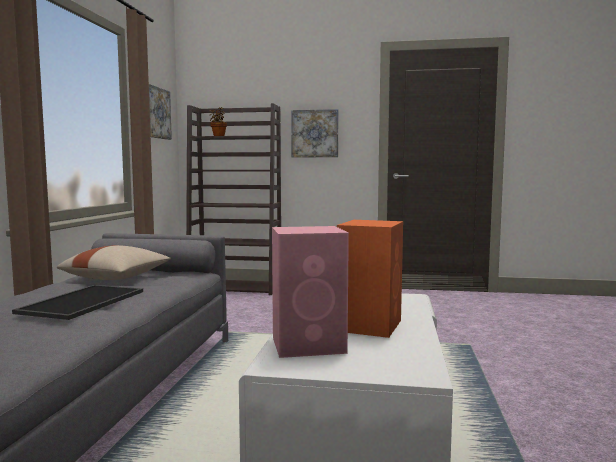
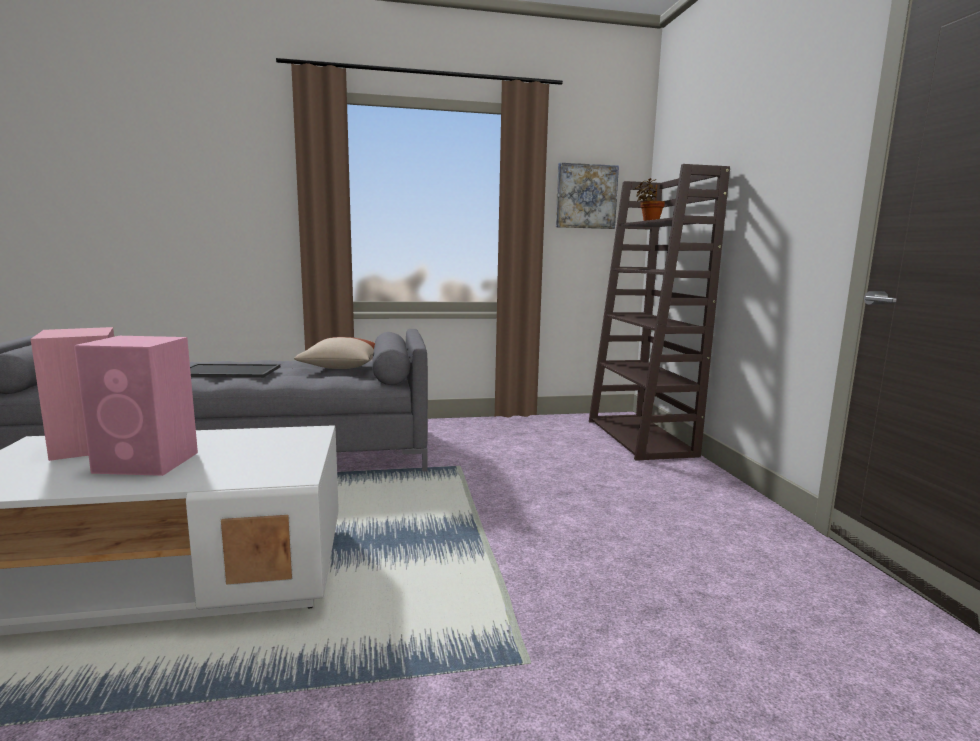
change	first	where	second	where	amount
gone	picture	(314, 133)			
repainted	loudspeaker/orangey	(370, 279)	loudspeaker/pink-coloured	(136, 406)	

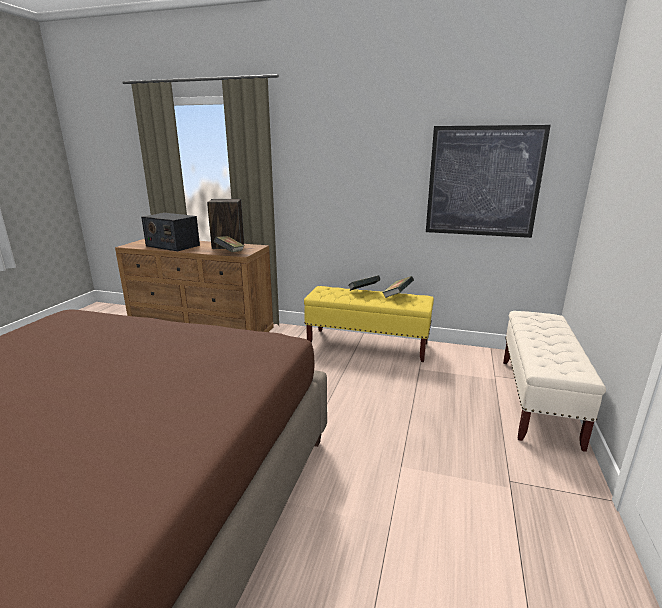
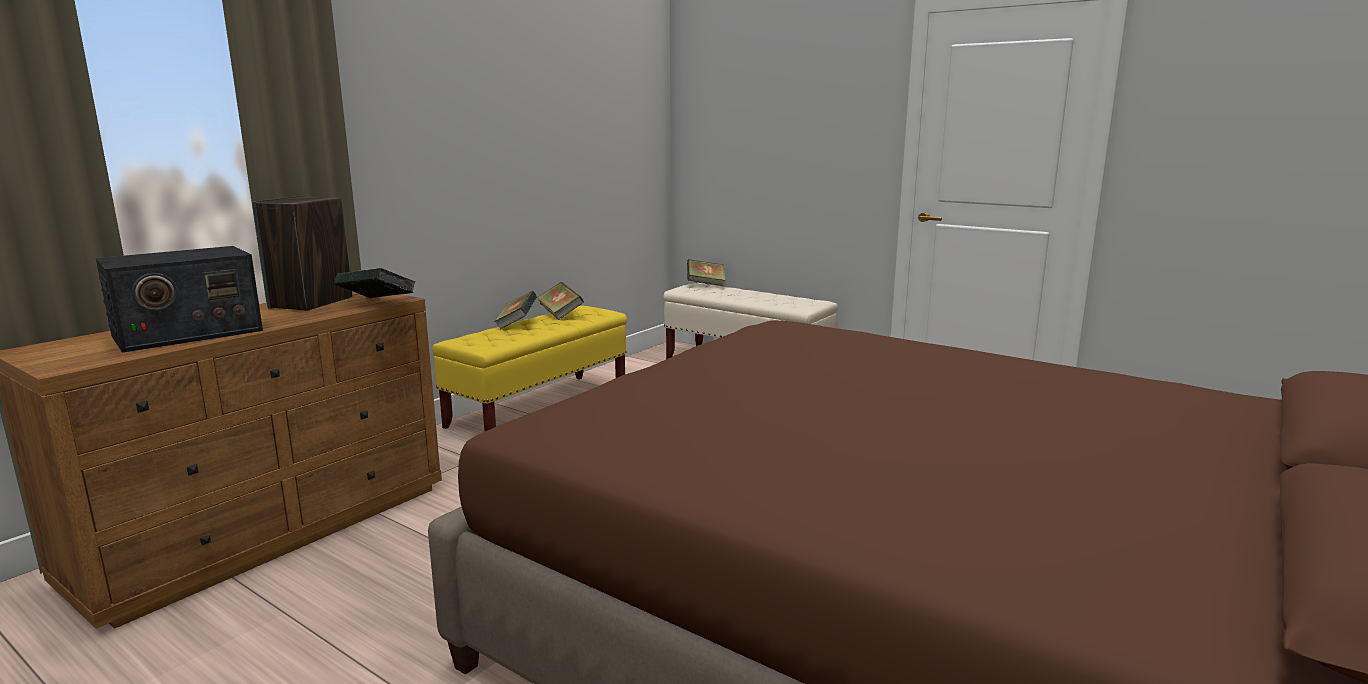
change	first	where	second	where	amount
gone	picture	(488, 181)			
new			book	(706, 272)	

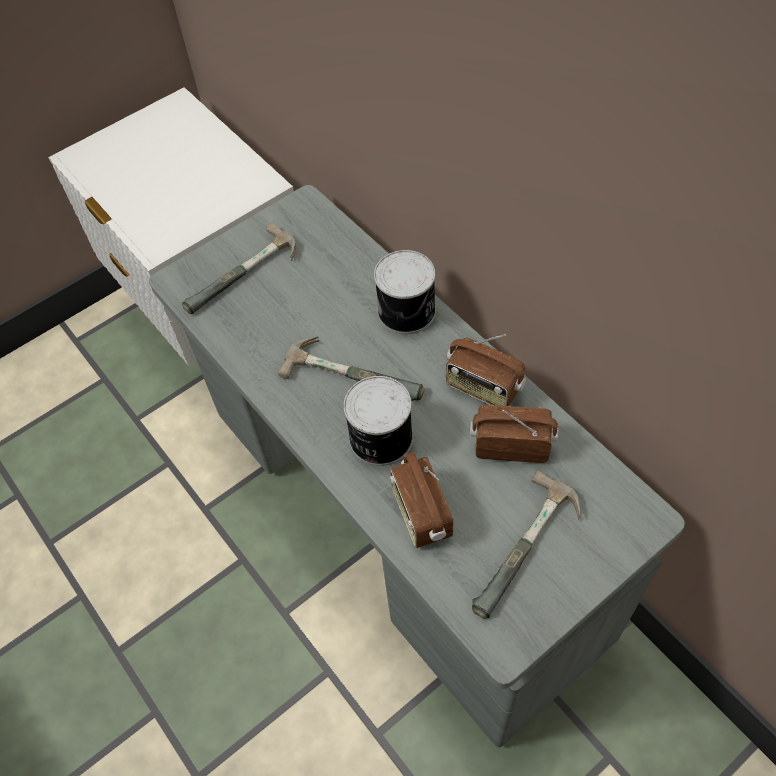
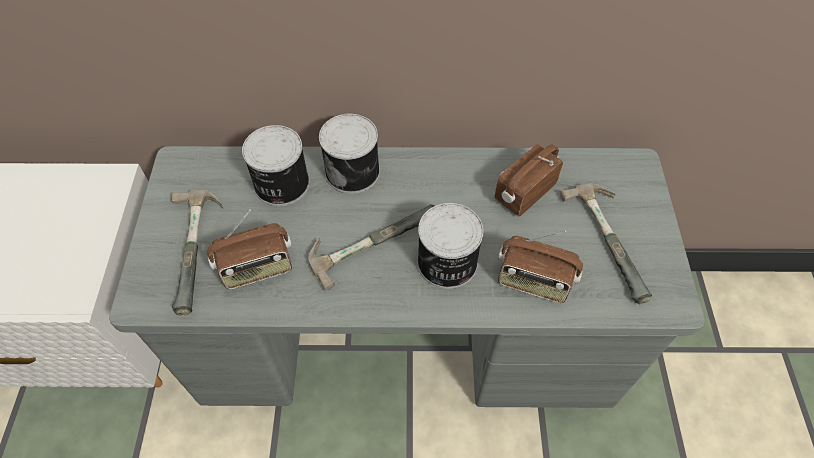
change	first	where	second	where	amount
shifted	radio	(486, 370)		(249, 249)	
new			metal can	(276, 165)	

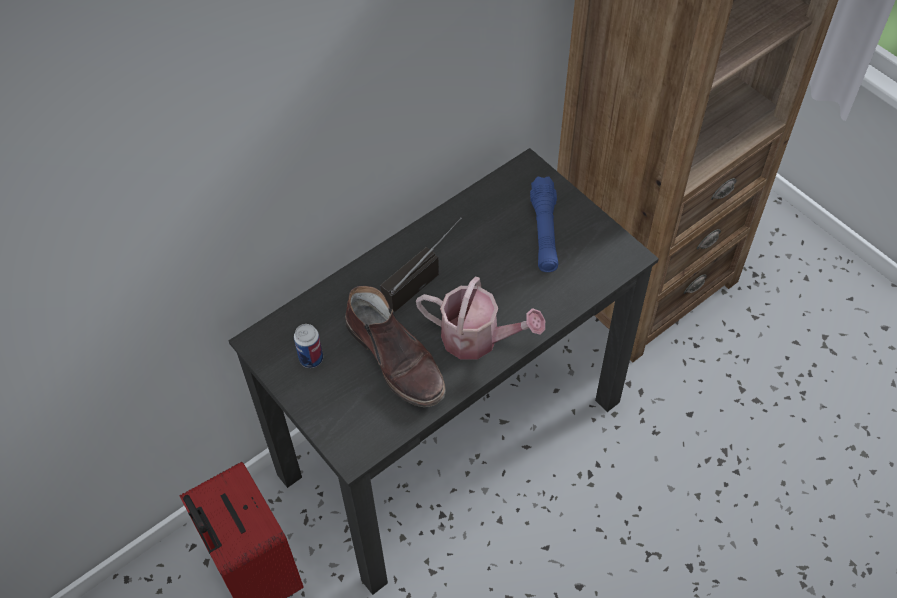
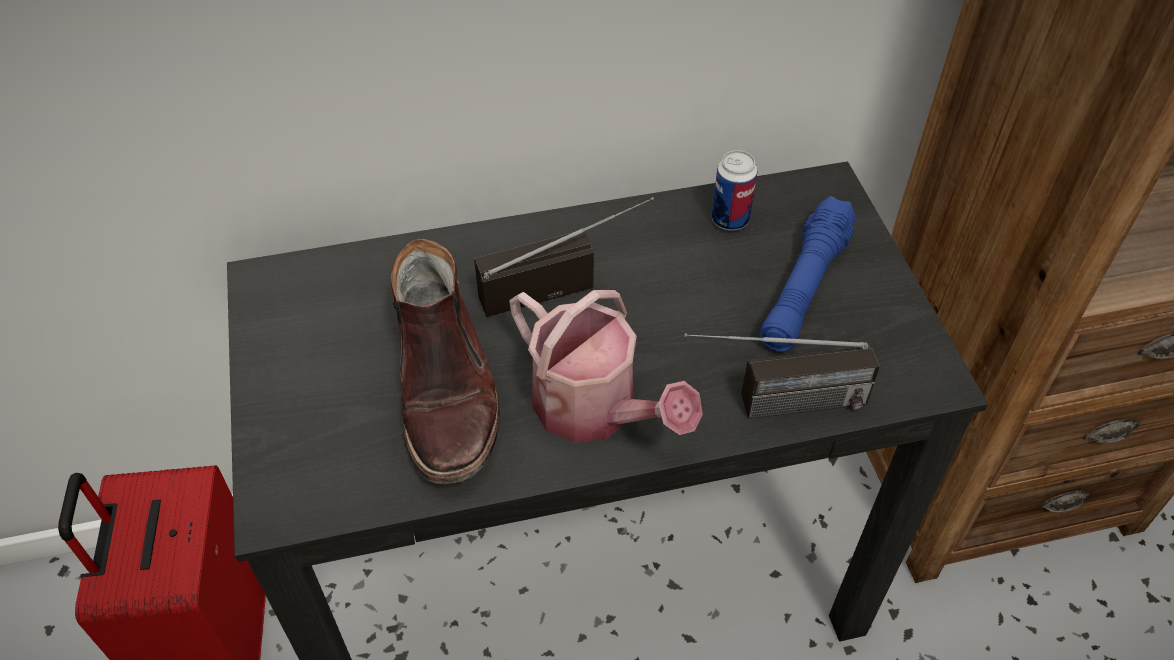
change	first	where	second	where	amount
shifted	metal can	(308, 346)		(735, 190)	
new			radio	(782, 376)	

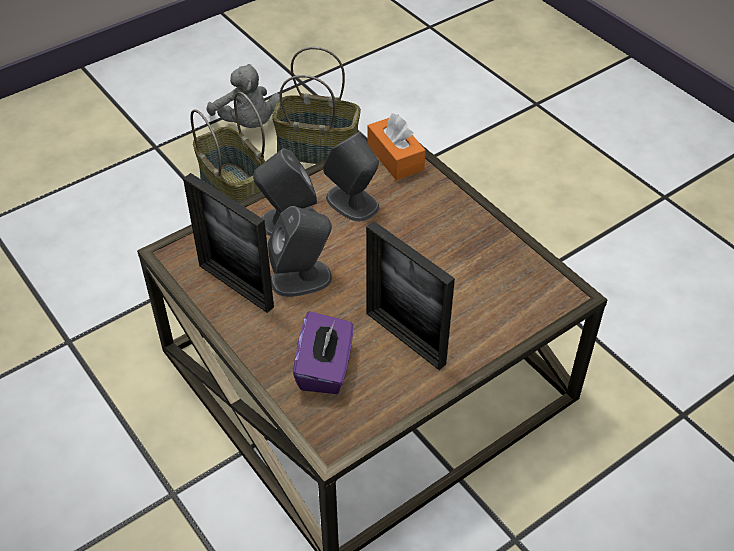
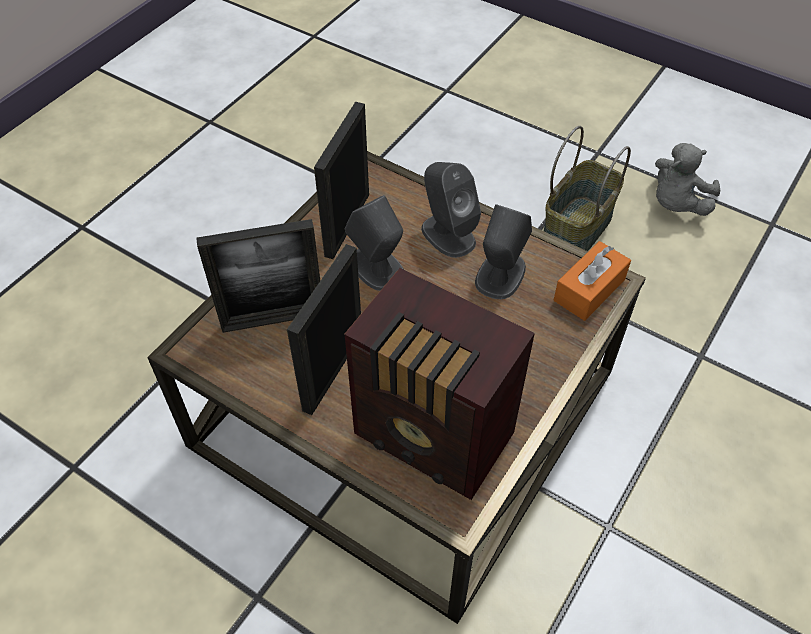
change	first	where	second	where	amount
gone	storage basket	(316, 105)			
swapped	box of tissues/purple	(323, 352)	picture frame	(258, 276)	
new			radio	(440, 384)	

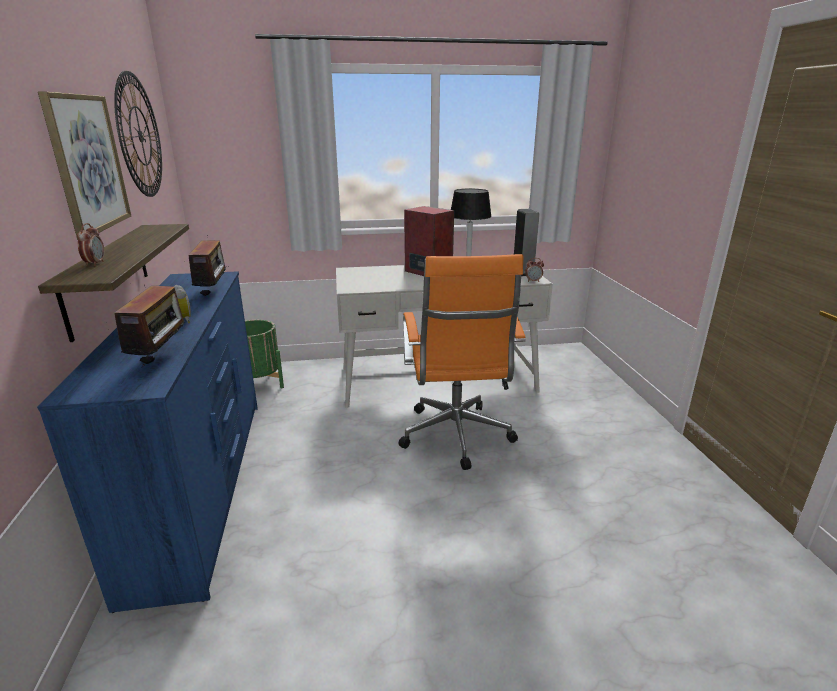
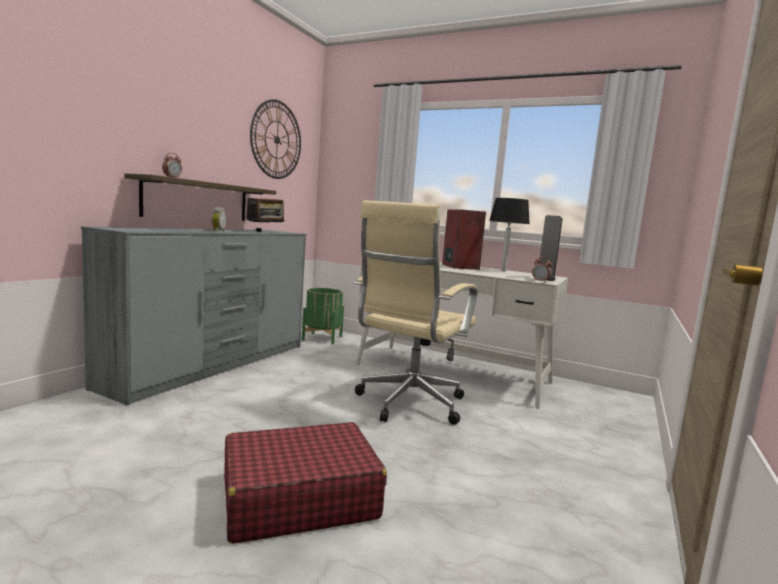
change	first	where	second	where	amount
gone	picture	(84, 166)			
repainted	computer chair/orangey	(462, 362)	computer chair/beige	(416, 312)	
repainted	drawer chest/bluish	(147, 442)	drawer chest/greyish	(194, 316)	
gone	radio	(147, 326)			
new			travel case/reddish	(305, 483)	

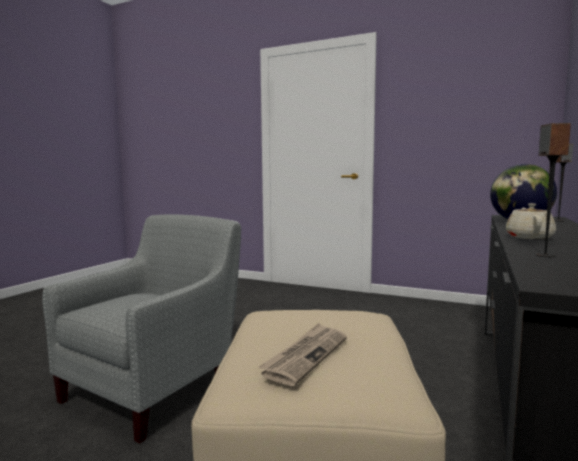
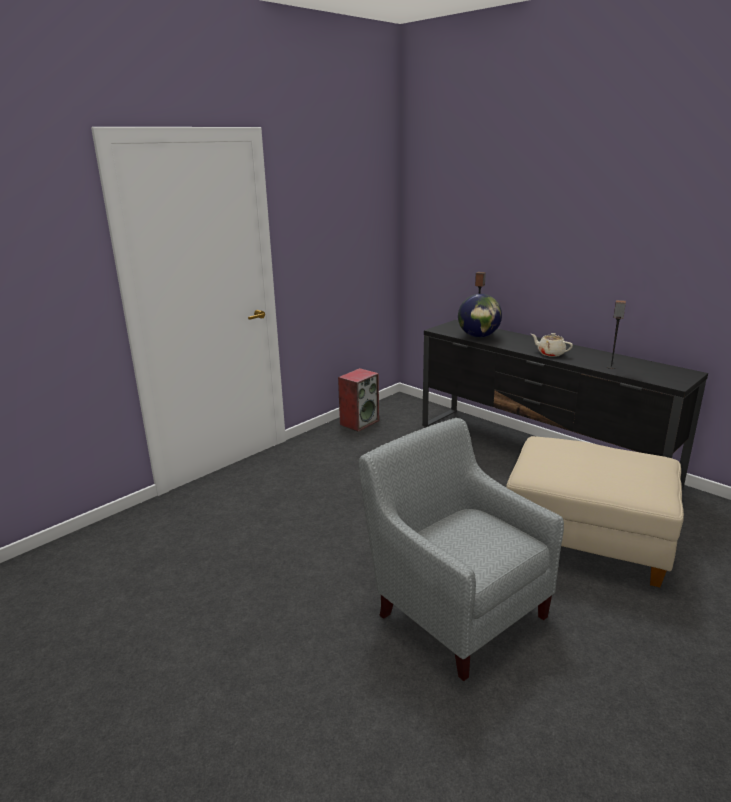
change	first	where	second	where	amount
gone	daily paper	(302, 354)			
new			loudspeaker	(358, 400)	

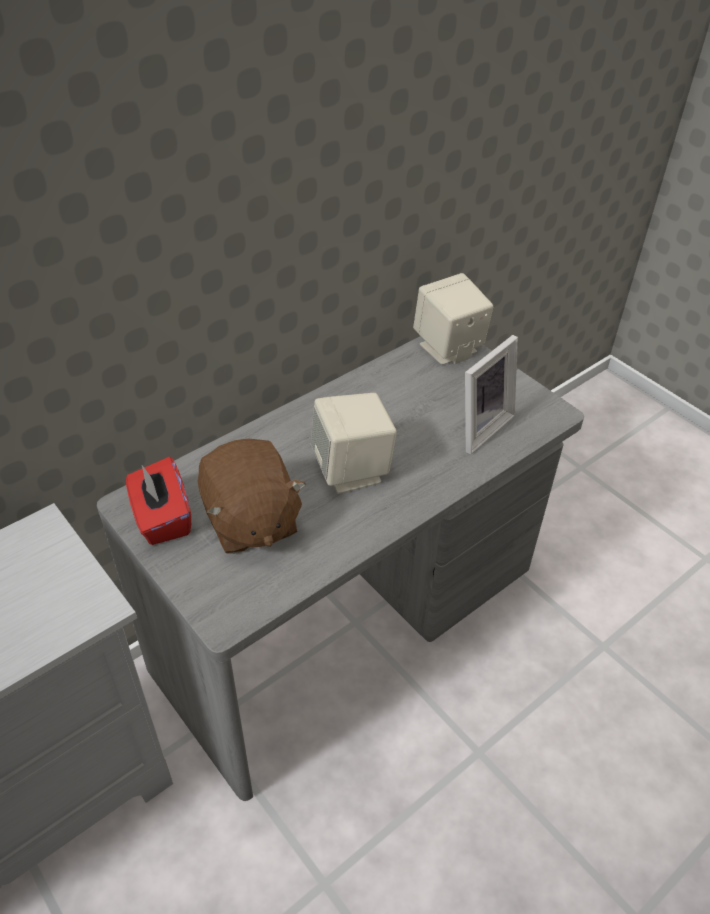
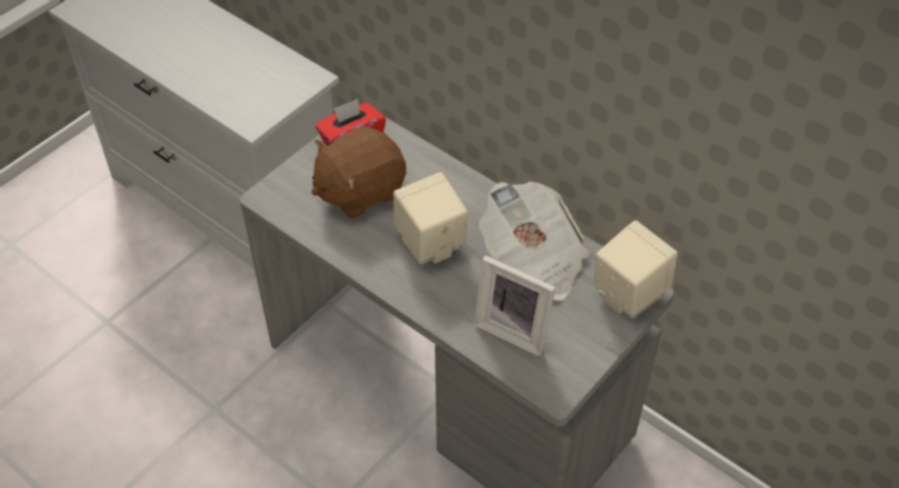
change	first	where	second	where	amount
new			daily paper	(534, 241)	

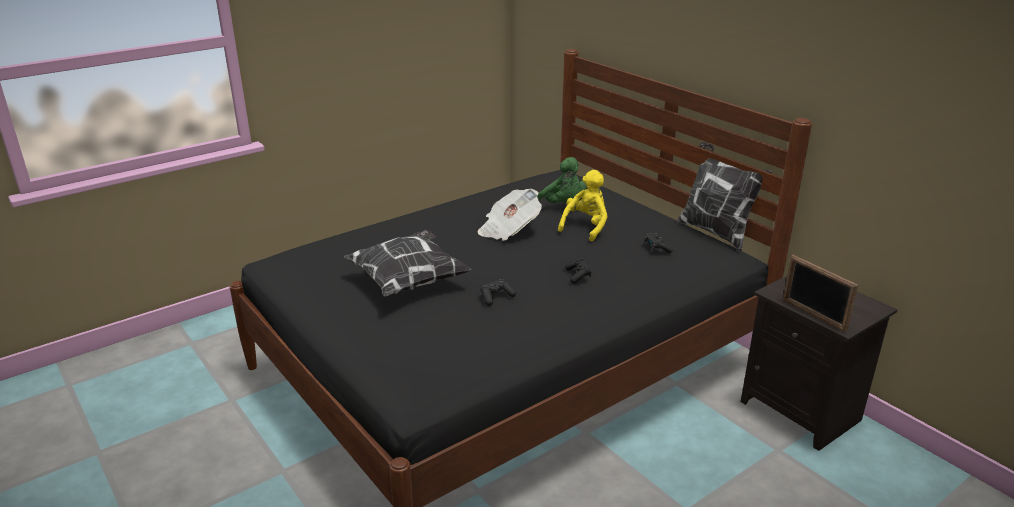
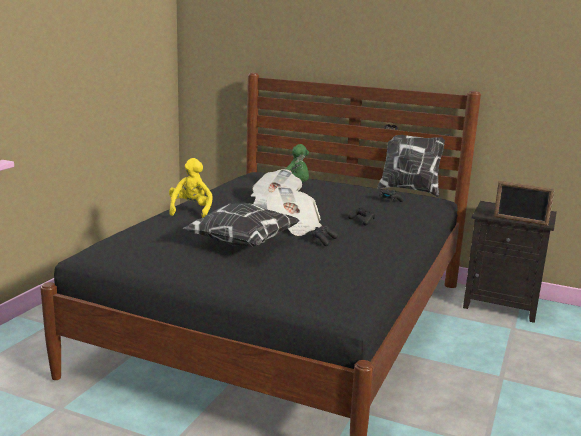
change	first	where	second	where	amount
shifted	soft toy/yellow	(583, 206)		(191, 188)	
new			daily paper	(294, 211)	

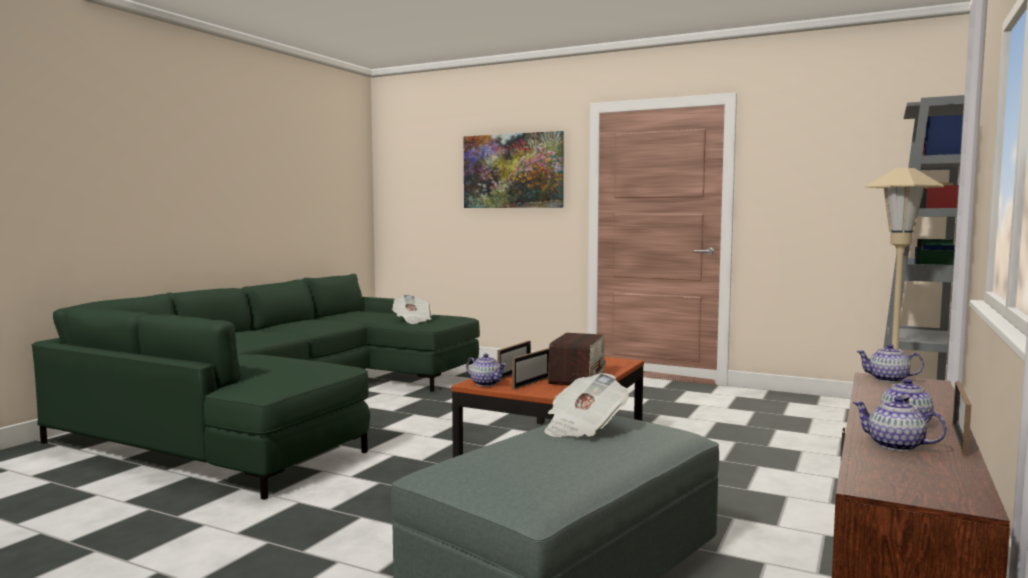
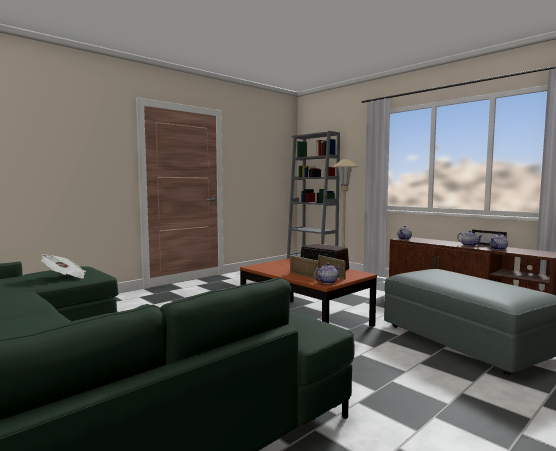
change	first	where	second	where	amount
gone	picture	(514, 169)			
gone	daily paper	(586, 405)			

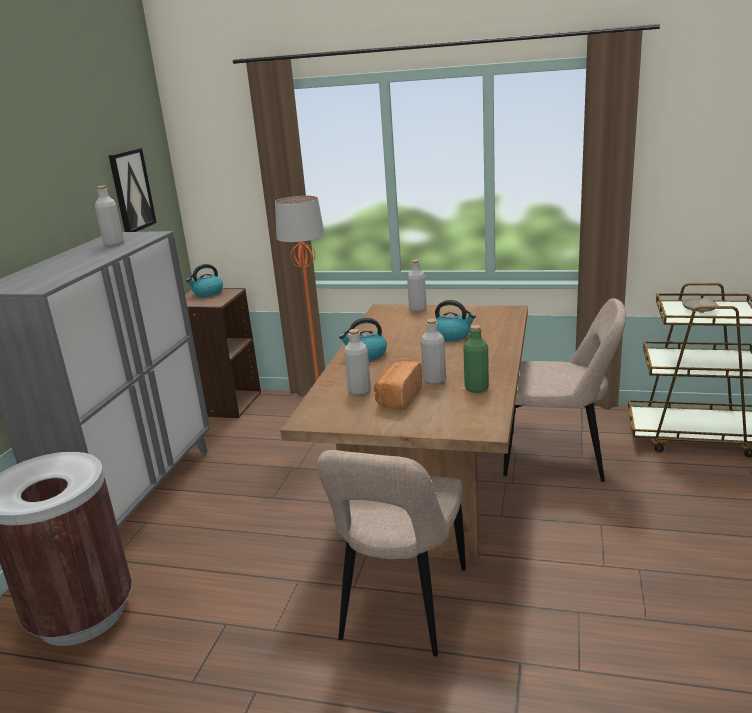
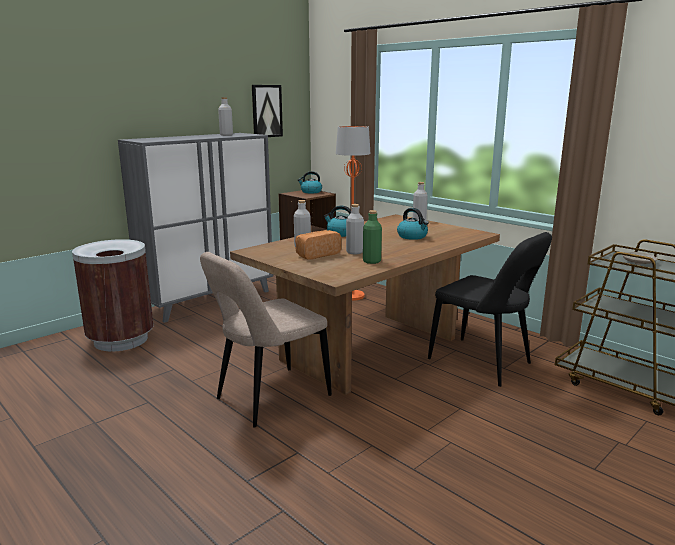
change	first	where	second	where	amount
repainted	plain chair/beige	(564, 390)	plain chair/black-coloured	(490, 309)	

